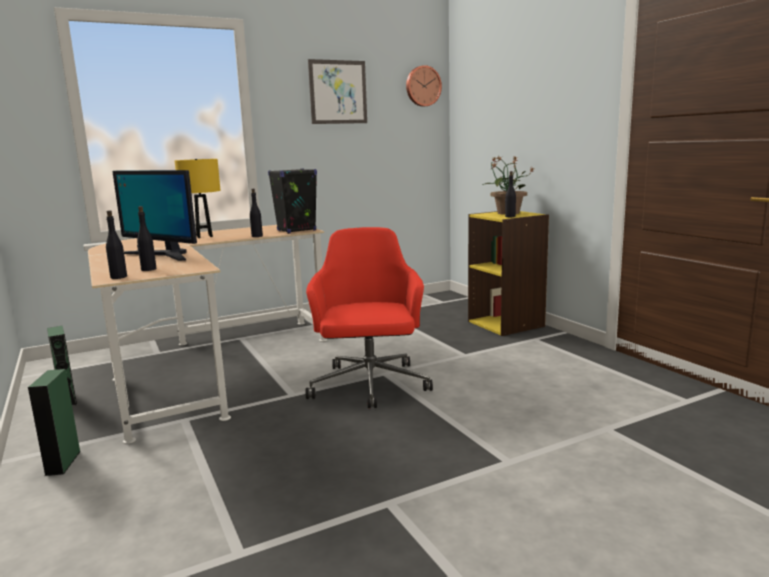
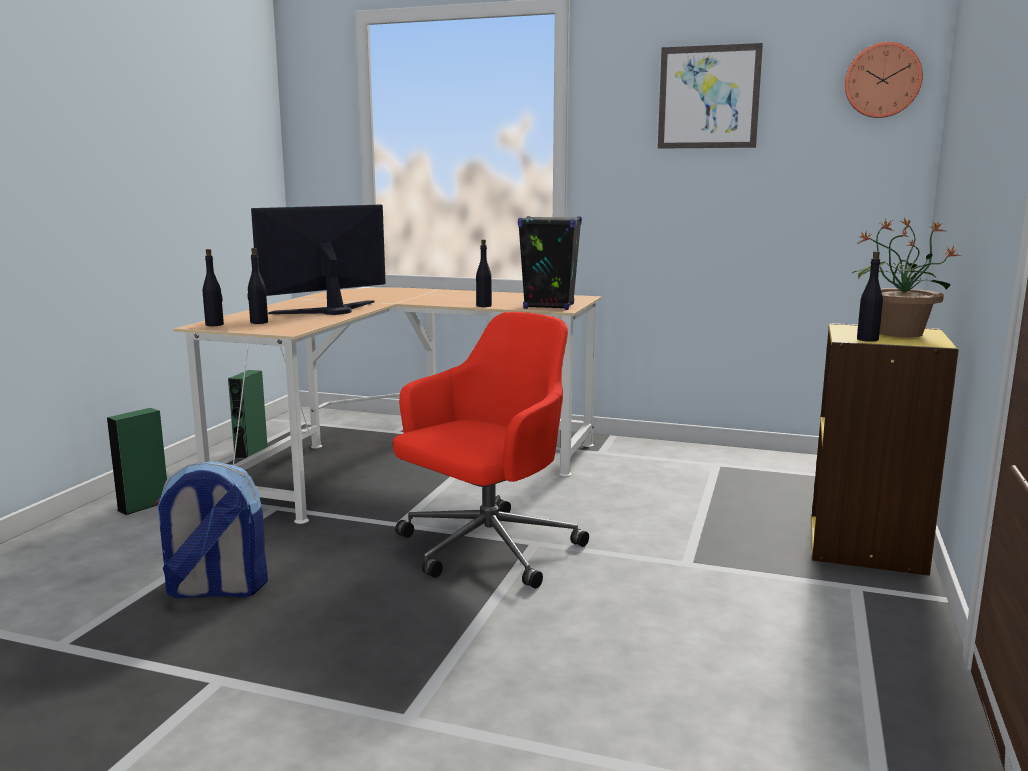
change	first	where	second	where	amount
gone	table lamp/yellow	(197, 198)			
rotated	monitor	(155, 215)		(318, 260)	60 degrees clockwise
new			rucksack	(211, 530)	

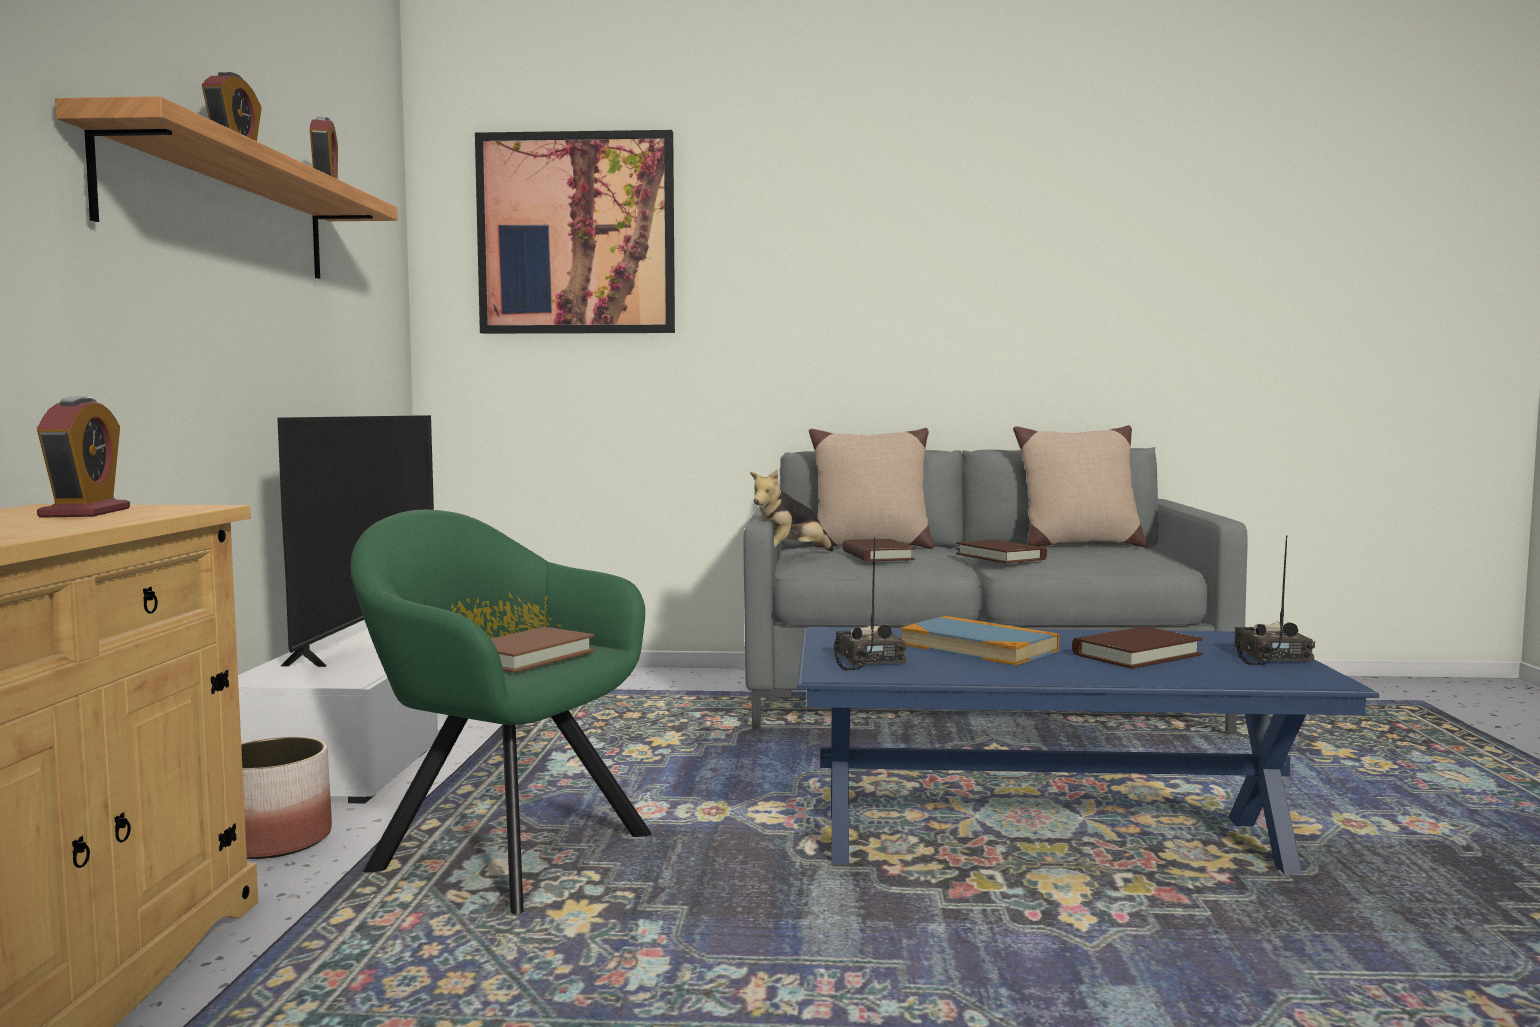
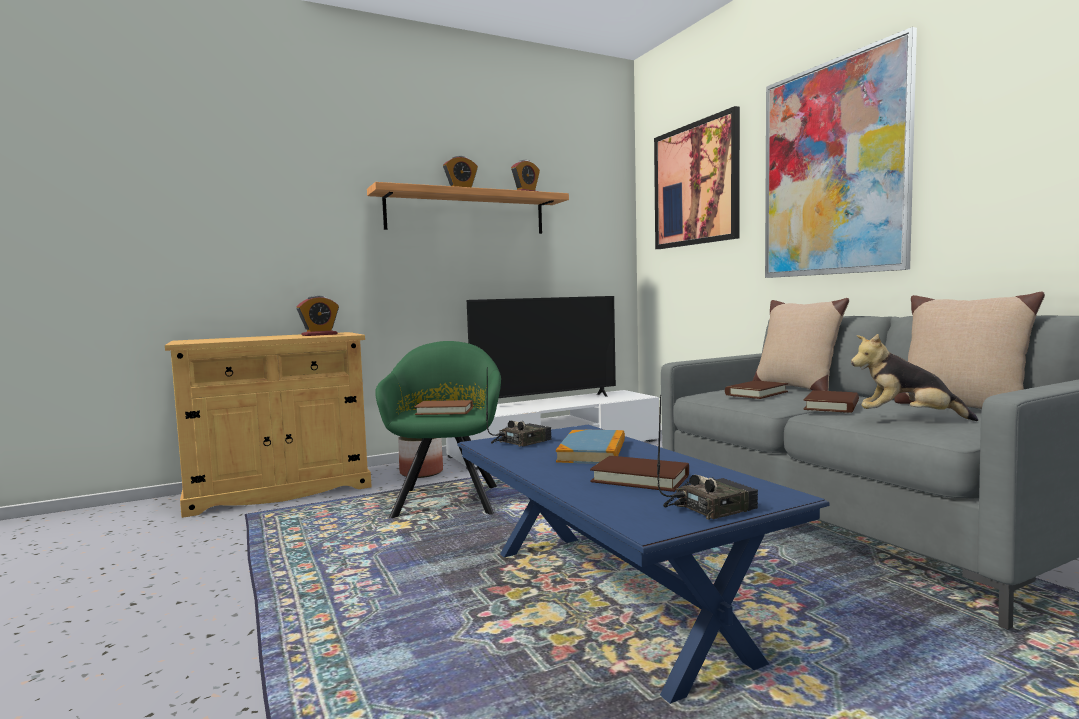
change	first	where	second	where	amount
shifted	soft toy	(792, 510)		(914, 377)	
new			picture	(841, 152)	

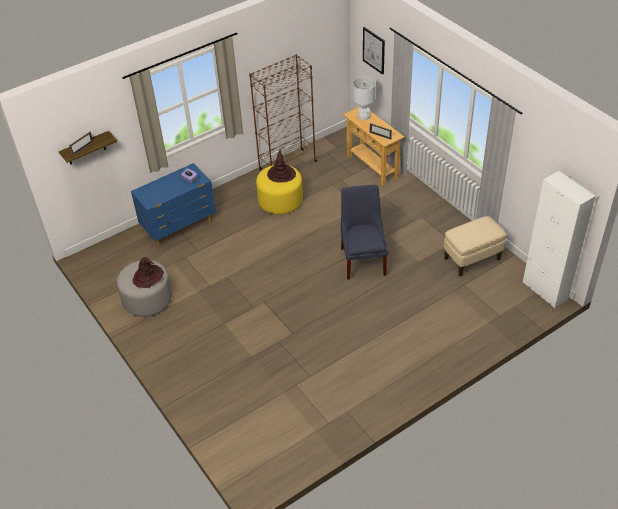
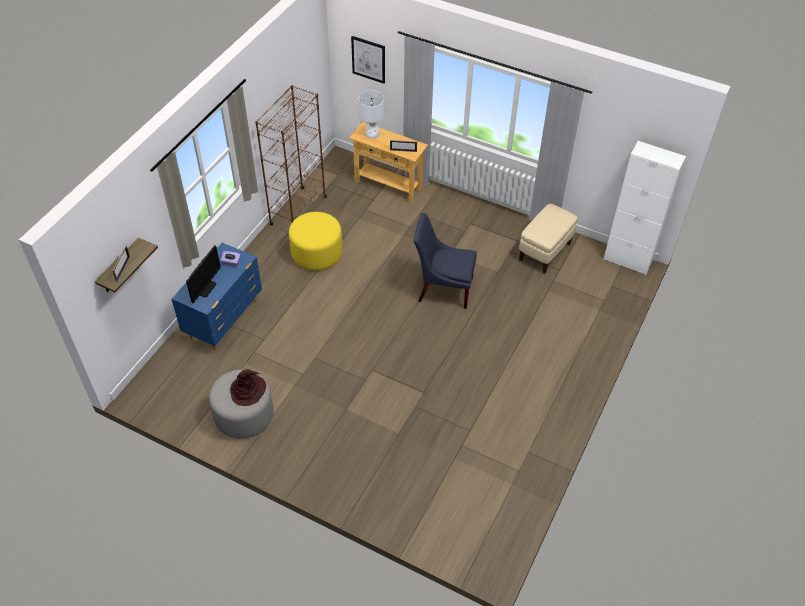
change	first	where	second	where	amount
gone	wearable hat/brown	(281, 166)			
rotated	plain chair/bluish	(364, 232)		(445, 261)	45 degrees counterclockwise
new			monitor	(203, 274)	

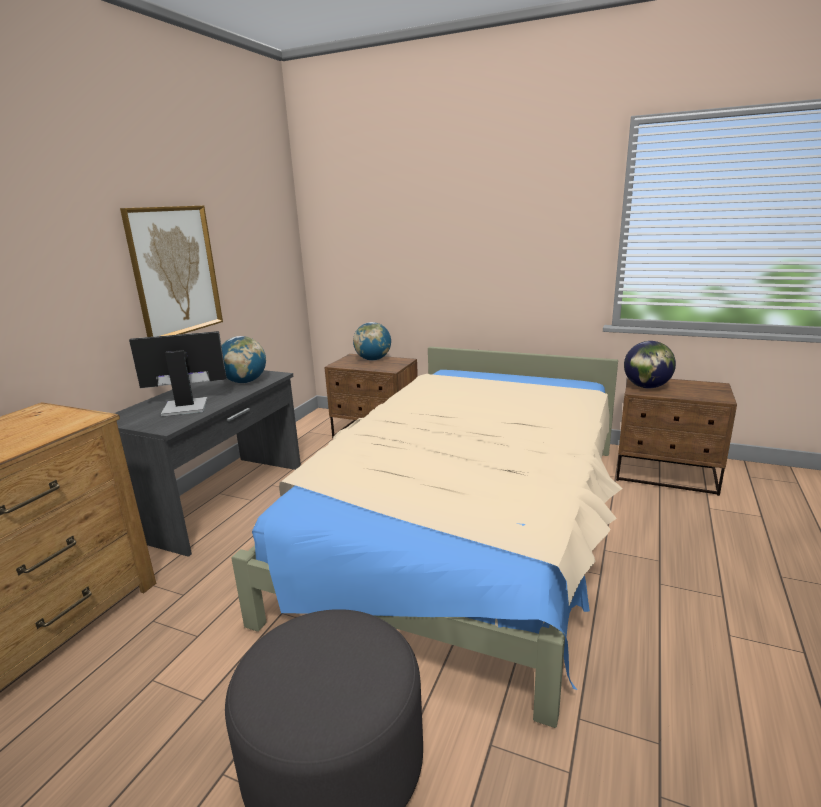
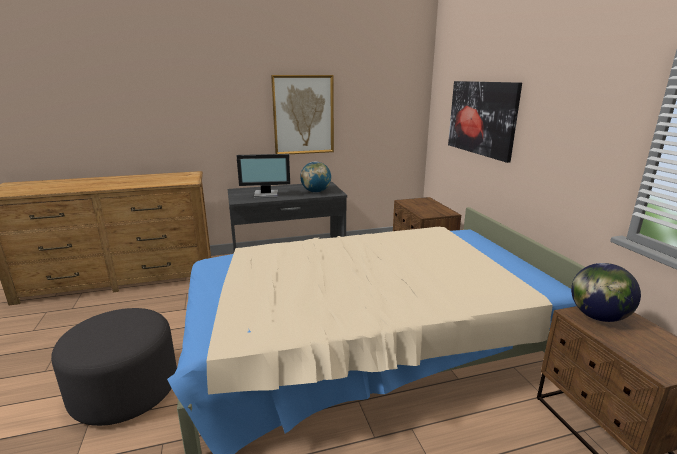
change	first	where	second	where	amount
gone	world globe	(372, 341)			
rotated	monitor	(178, 374)		(263, 176)	135 degrees clockwise
new			picture	(485, 122)	

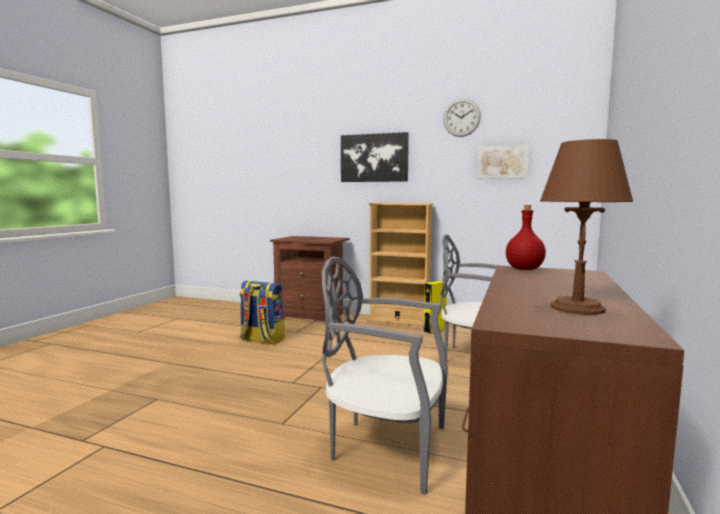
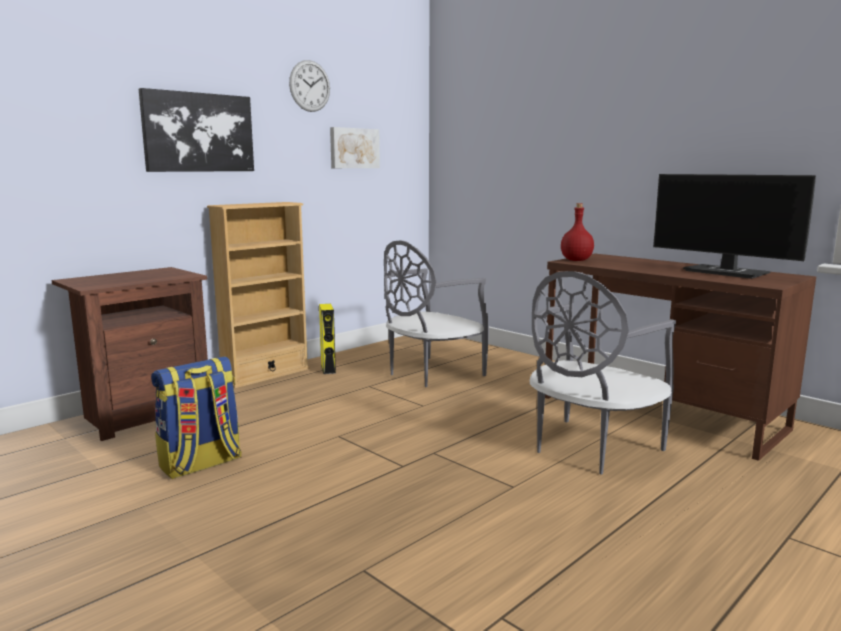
change	first	where	second	where	amount
swapped	table lamp/brown	(586, 227)	monitor	(734, 226)	

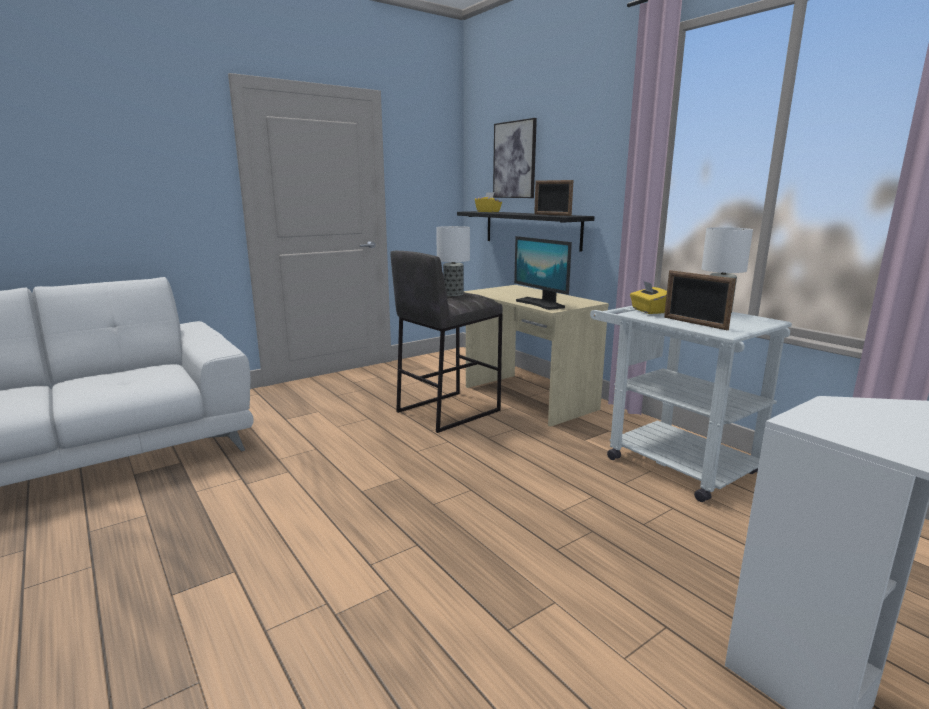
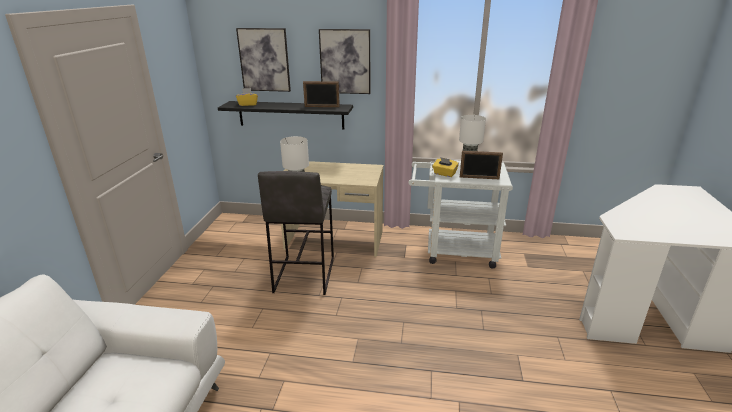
change	first	where	second	where	amount
gone	monitor	(543, 273)			
new			picture	(344, 61)	

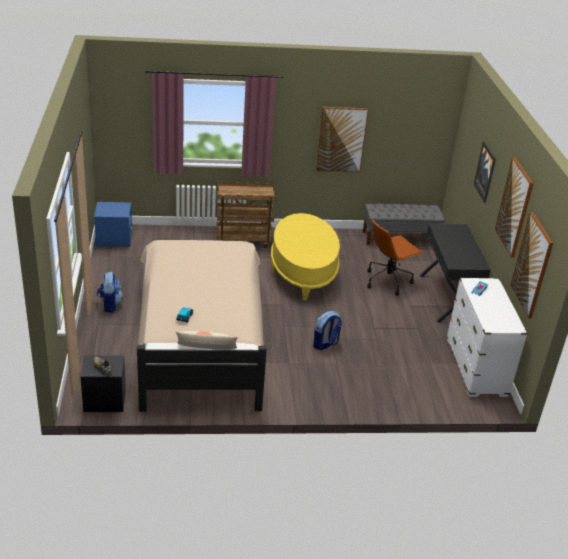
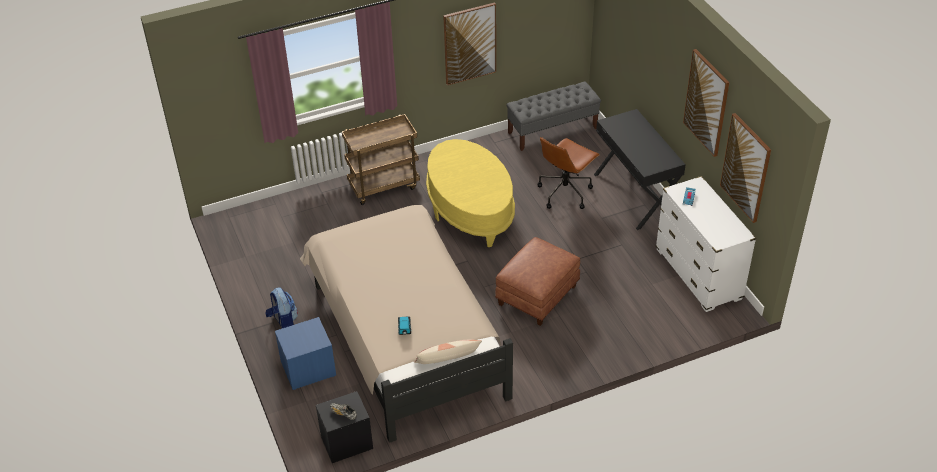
change	first	where	second	where	amount
gone	picture	(485, 172)			
shifted	nightstand/bluish	(113, 224)		(305, 353)	
swapped	rucksack	(327, 330)	footrest/brown	(537, 281)	

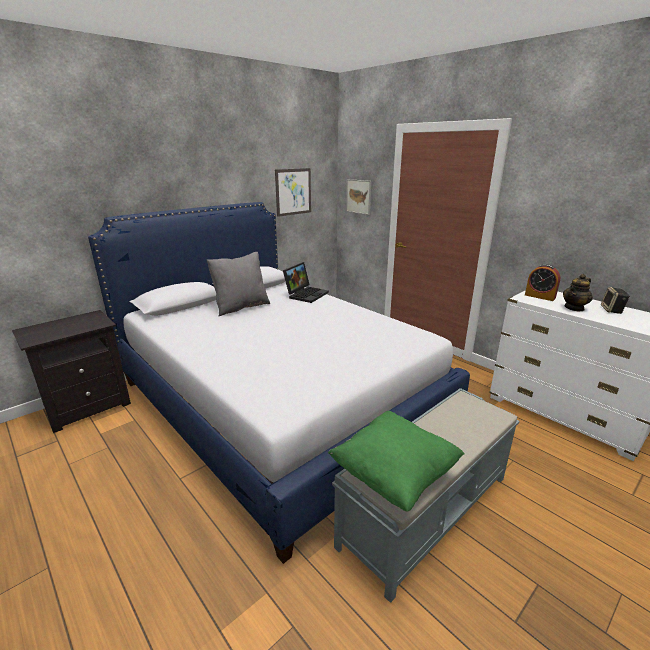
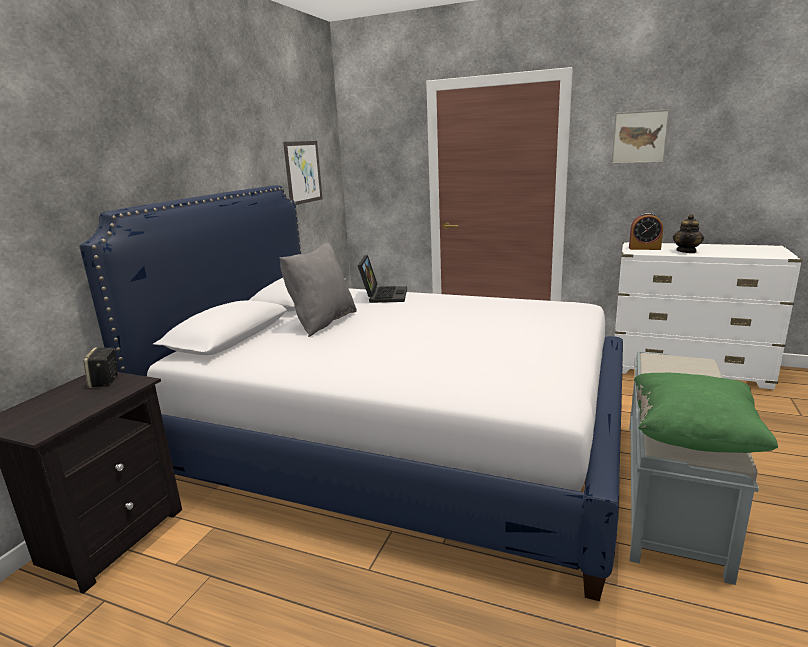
change	first	where	second	where	amount
shifted	picture	(358, 197)		(640, 136)	
shifted	loudspeaker	(615, 300)		(101, 367)	

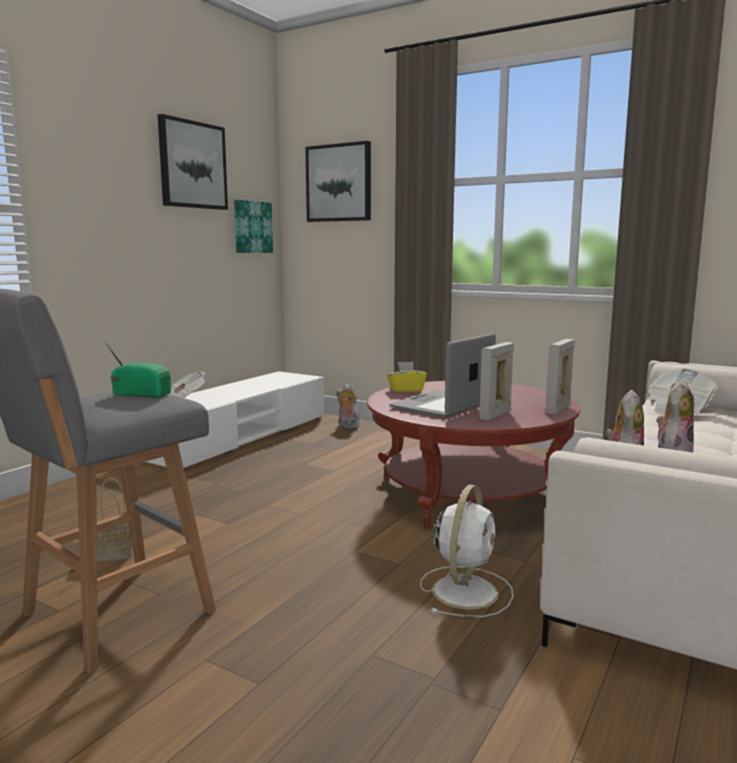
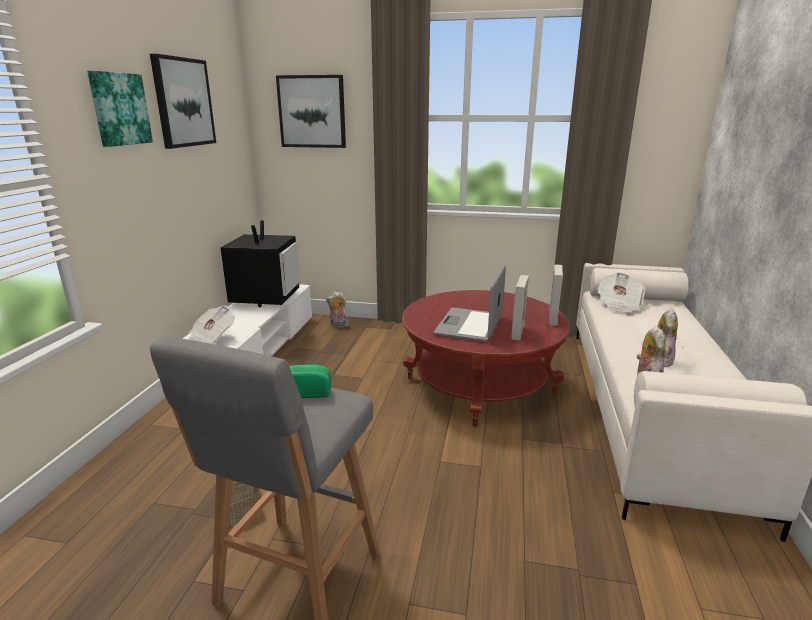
change	first	where	second	where	amount
shifted	picture	(253, 226)		(120, 109)	
gone	box of tissues/yellow	(407, 377)			
gone	fan/white-coloured	(466, 550)			
new			TV set	(260, 263)	

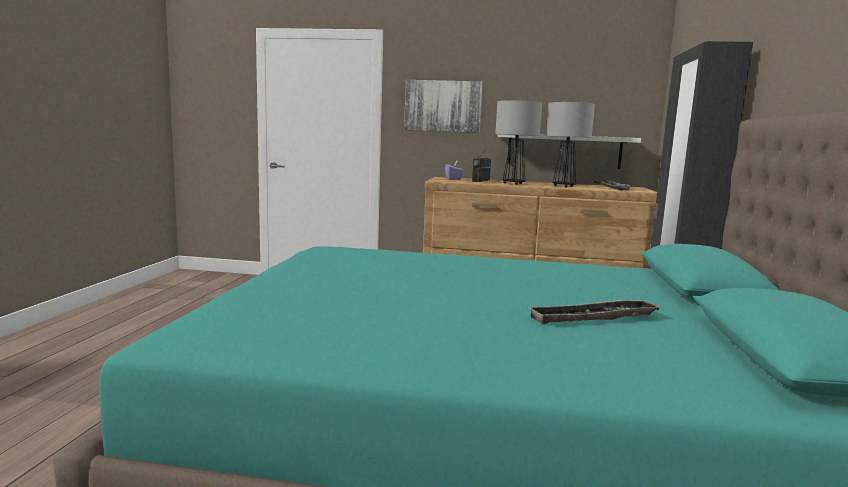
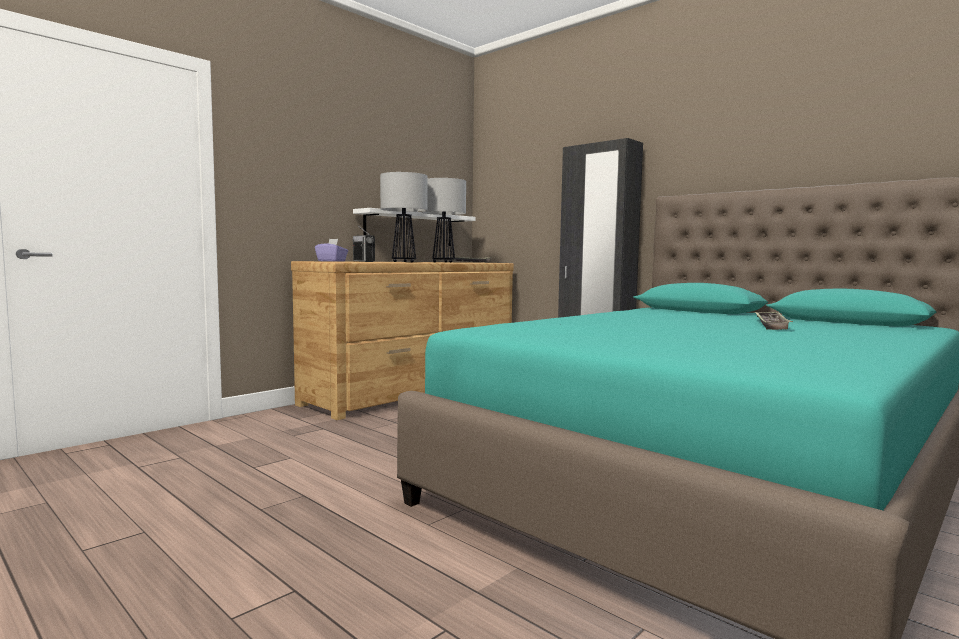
change	first	where	second	where	amount
gone	picture	(443, 106)			

